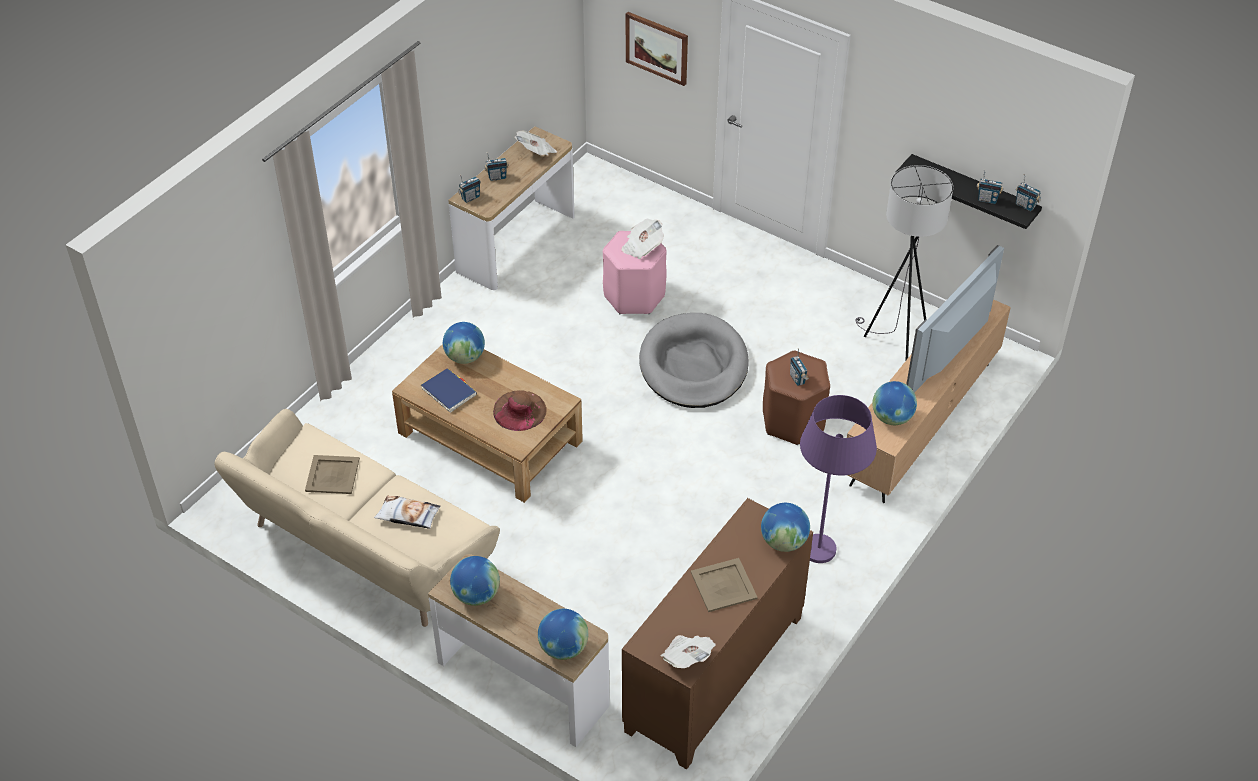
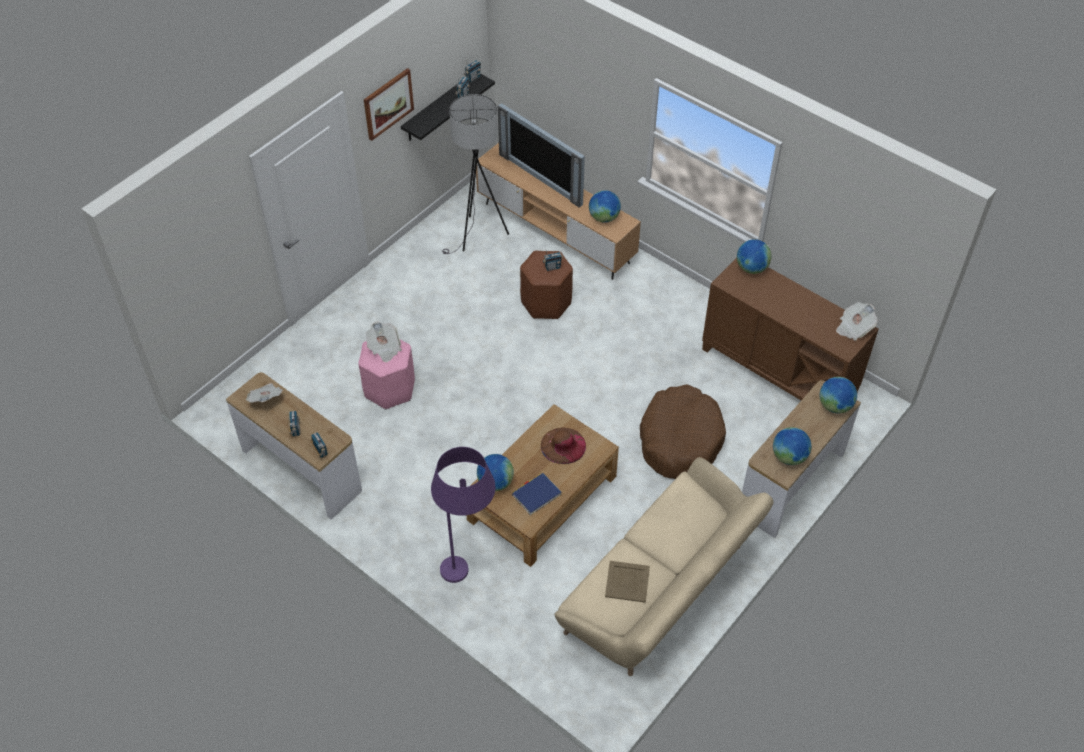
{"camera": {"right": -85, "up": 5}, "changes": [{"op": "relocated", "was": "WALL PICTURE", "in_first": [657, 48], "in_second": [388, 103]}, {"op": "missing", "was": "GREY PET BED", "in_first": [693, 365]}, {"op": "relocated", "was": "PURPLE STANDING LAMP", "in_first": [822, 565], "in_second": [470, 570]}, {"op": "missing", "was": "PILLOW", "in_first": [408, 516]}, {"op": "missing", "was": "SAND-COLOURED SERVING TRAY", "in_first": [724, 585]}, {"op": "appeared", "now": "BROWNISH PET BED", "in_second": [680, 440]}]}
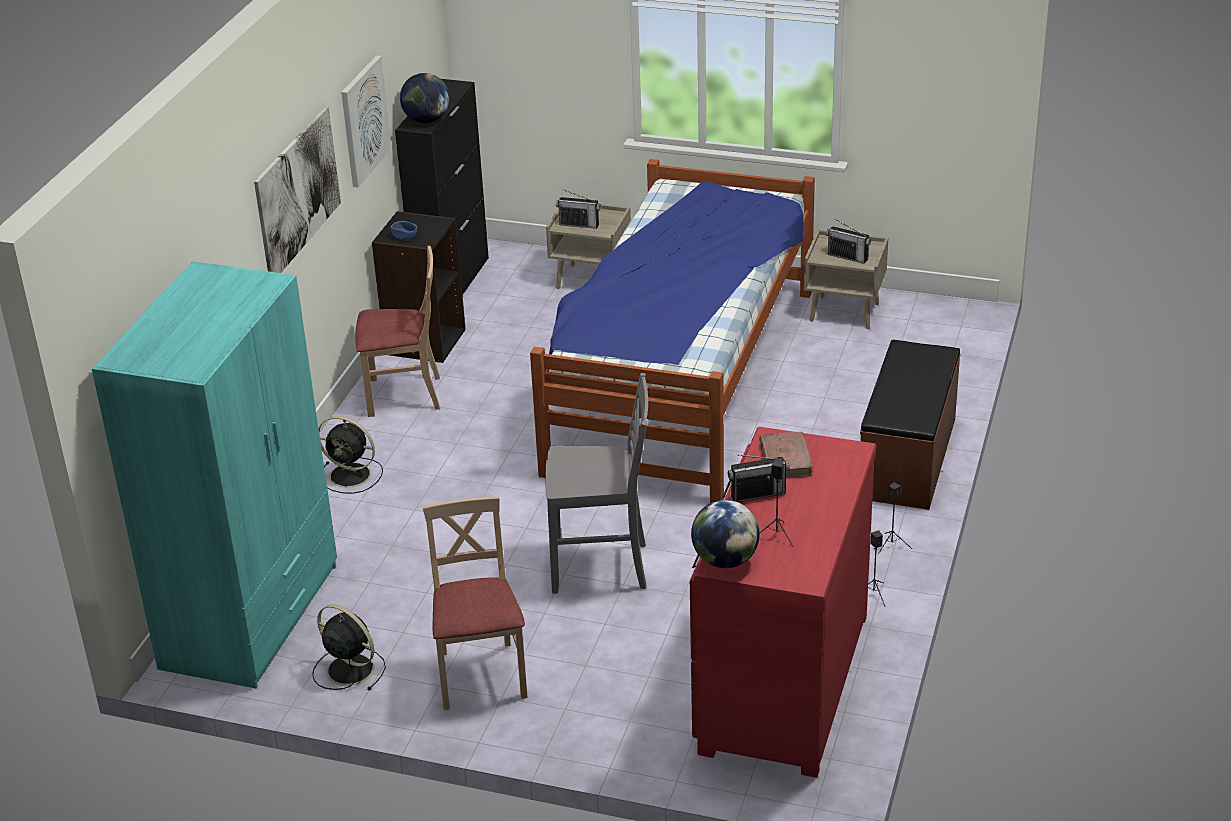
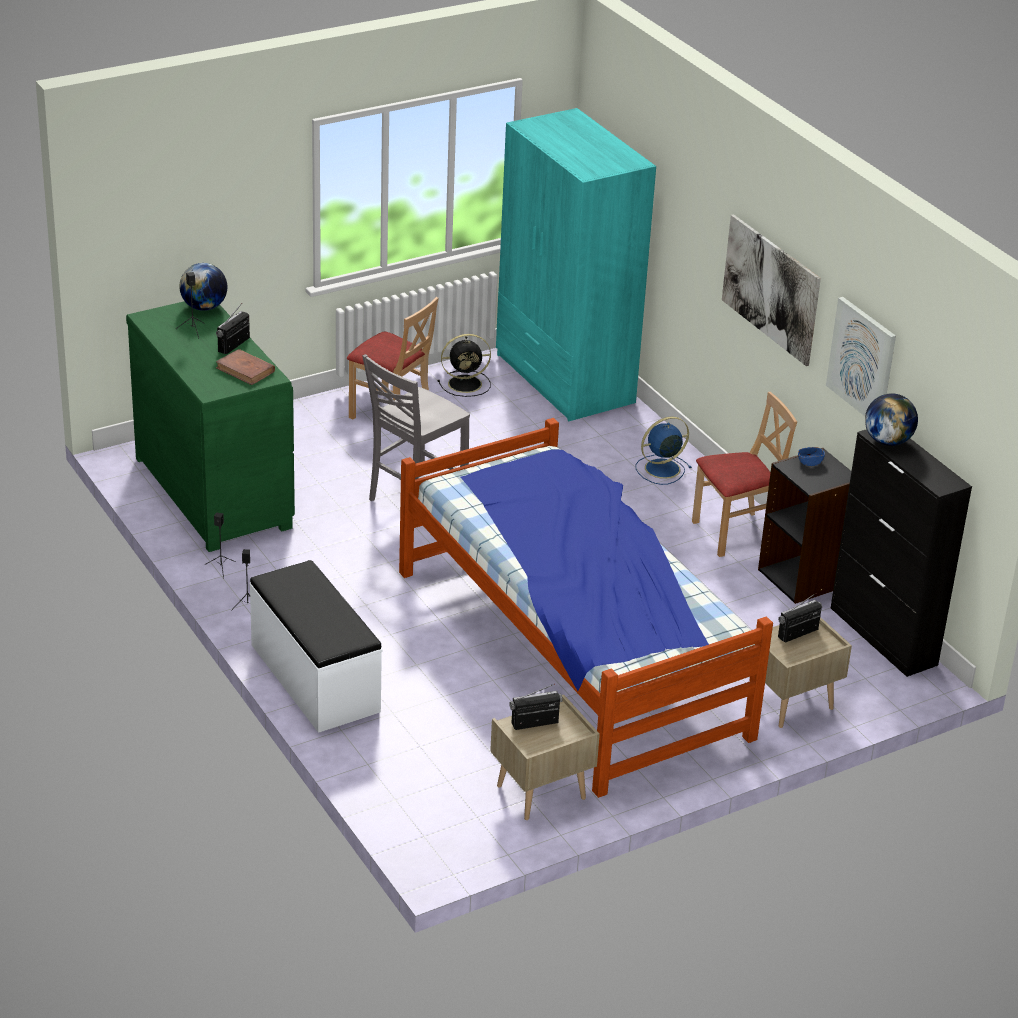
{"camera": {"right": 130, "up": 0}, "changes": [{"op": "spun", "was": "SAND-COLOURED PLAIN CHAIR", "in_first": [404, 395], "in_second": [735, 533], "clockwise": -150}, {"op": "colour", "was": "BROWNISH LONG SEAT", "now": "WHITE LONG SEAT", "in_first": [909, 458], "in_second": [313, 678]}, {"op": "colour", "was": "BLACK-COLOURED FAN", "now": "BLUE FAN", "in_first": [352, 475], "in_second": [661, 469]}, {"op": "colour", "was": "RED-COLOURED DRAWER CHEST", "now": "GREEN DRAWER CHEST", "in_first": [780, 683], "in_second": [216, 491]}]}
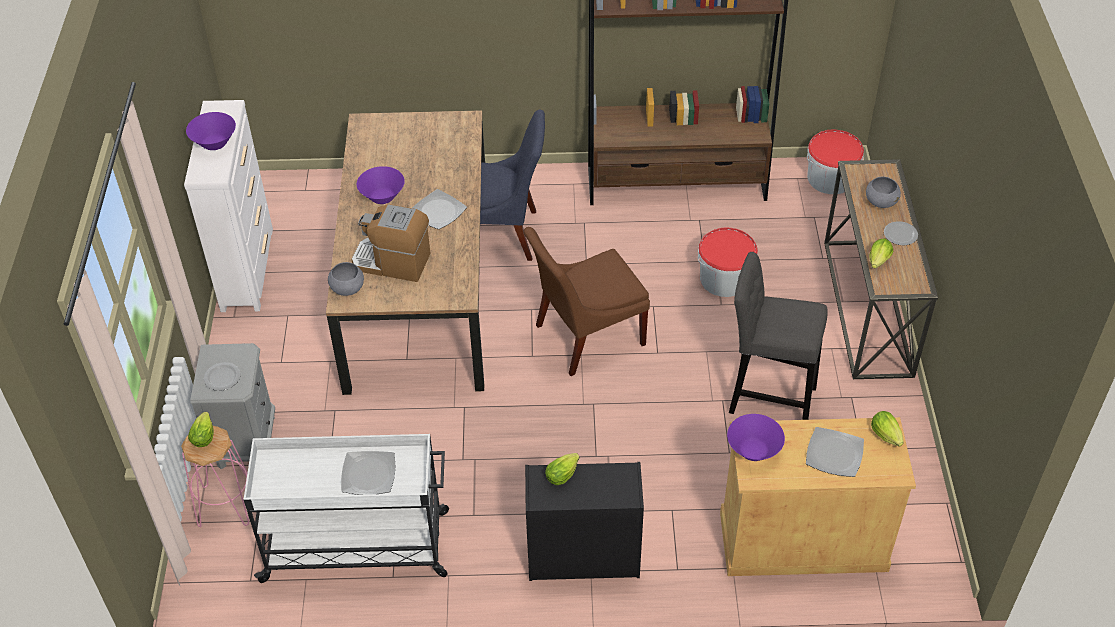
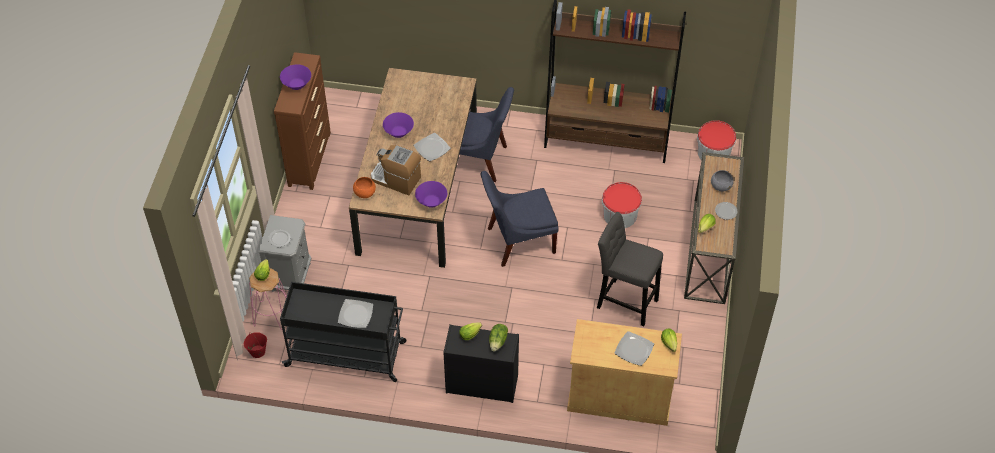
{"camera": {"right": 10, "up": 5}, "changes": [{"op": "colour", "was": "WHITE DRAWER CHEST", "now": "BROWNISH DRAWER CHEST", "in_first": [247, 268], "in_second": [310, 158]}, {"op": "colour", "was": "BROWNISH PLAIN CHAIR", "now": "BLUE PLAIN CHAIR", "in_first": [585, 336], "in_second": [518, 241]}, {"op": "colour", "was": "GREY DEEP DISH", "now": "ORANGEY DEEP DISH", "in_first": [347, 289], "in_second": [364, 193]}, {"op": "relocated", "was": "PURPLE DEEP DISH", "in_first": [753, 450], "in_second": [431, 201]}, {"op": "colour", "was": "WHITE CART", "now": "BLACK-COLOURED CART", "in_first": [358, 546], "in_second": [347, 354]}, {"op": "appeared", "now": "LETTUCE", "in_second": [498, 341]}, {"op": "appeared", "now": "RED-COLOURED BUCKET", "in_second": [257, 351]}]}
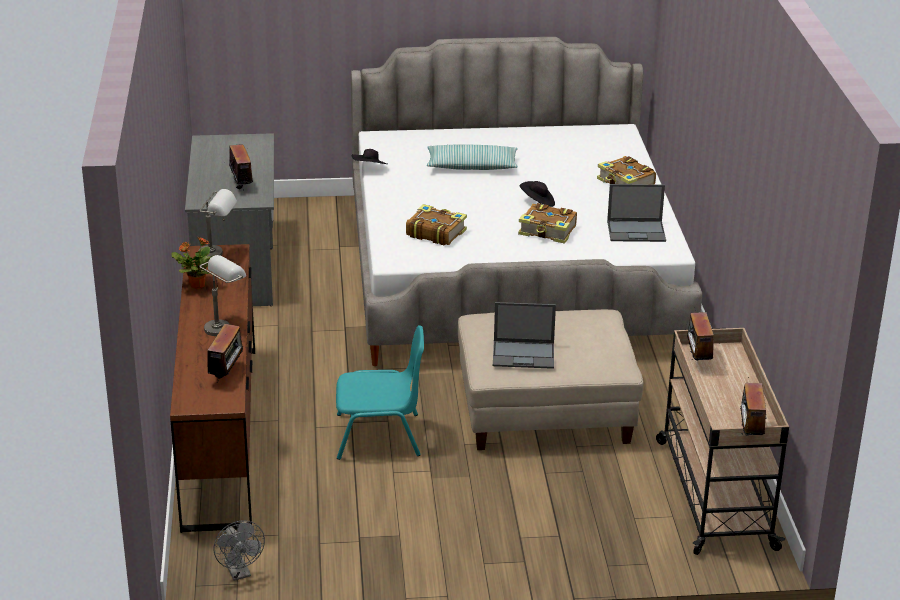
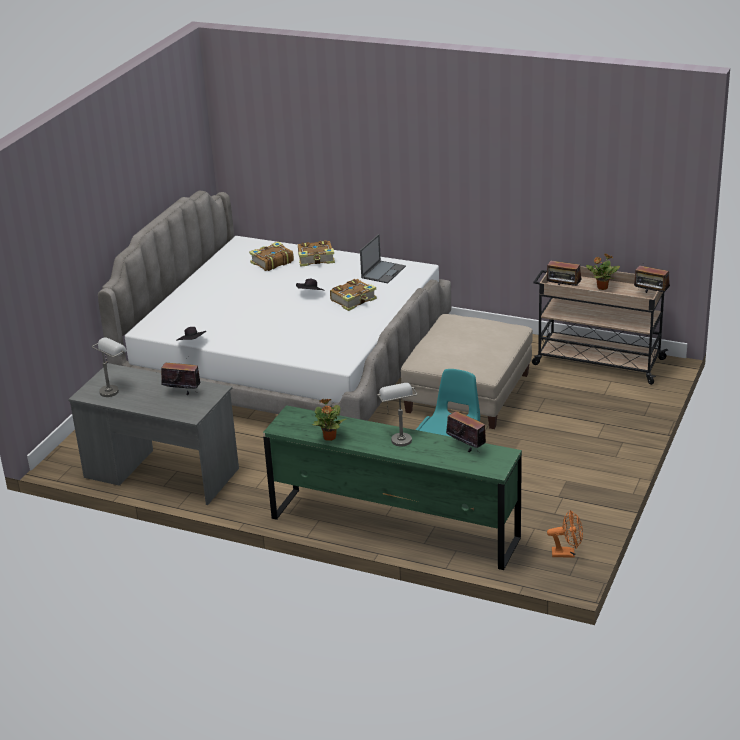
{"camera": {"right": -60, "up": 0}, "changes": [{"op": "missing", "was": "PILLOW", "in_first": [472, 166]}, {"op": "relocated", "was": "GREY TABLETOP LAMP", "in_first": [219, 254], "in_second": [114, 389]}, {"op": "relocated", "was": "BOOK", "in_first": [435, 233], "in_second": [271, 262]}, {"op": "colour", "was": "BROWNISH DRAWER CHEST", "now": "GREEN DRAWER CHEST", "in_first": [221, 434], "in_second": [394, 528]}, {"op": "missing", "was": "PORTABLE COMPUTER", "in_first": [524, 355]}, {"op": "colour", "was": "GREY FAN", "now": "ORANGEY FAN", "in_first": [240, 573], "in_second": [567, 553]}, {"op": "appeared", "now": "HOUSEPLANT", "in_second": [602, 287]}]}
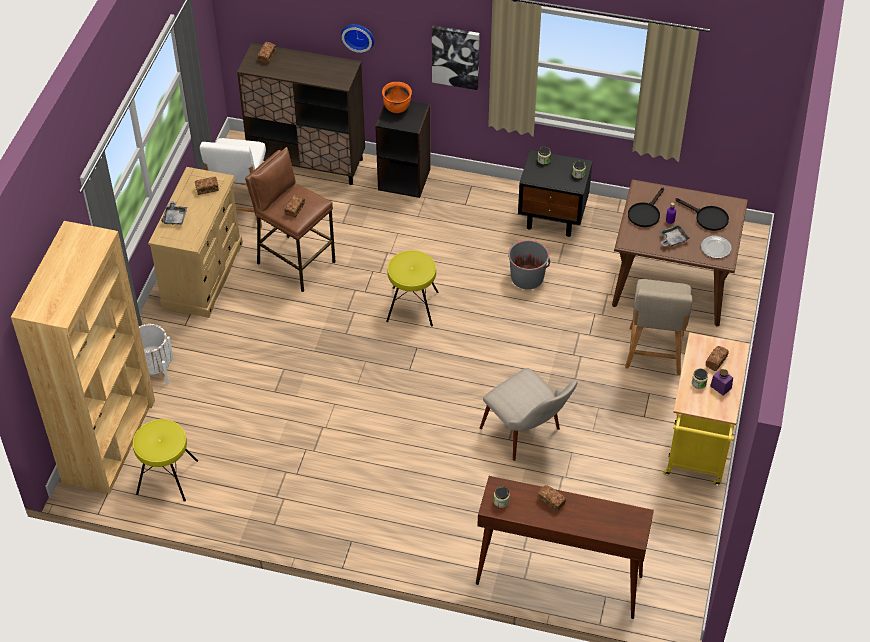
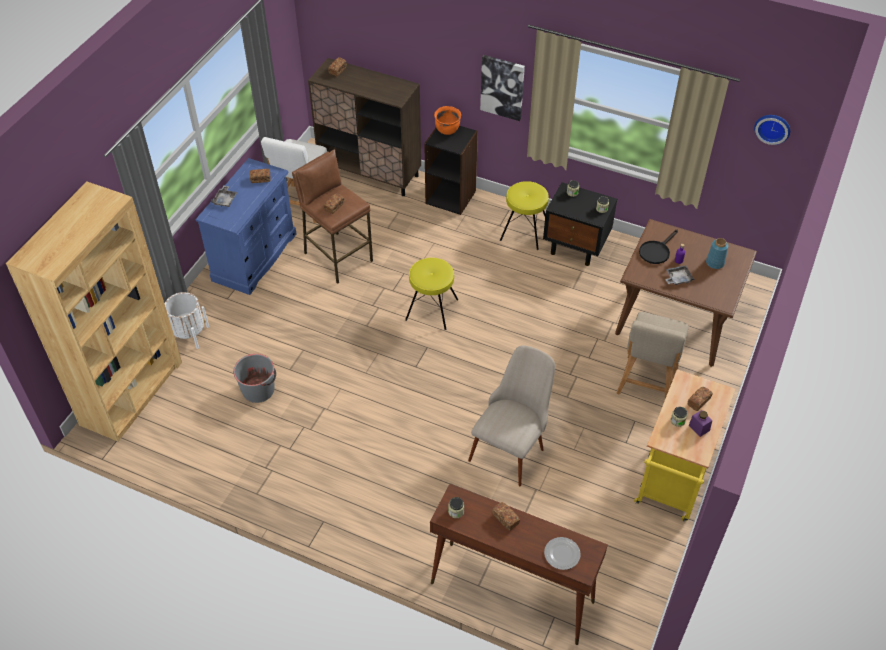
{"camera": {"right": 10, "up": 0}, "changes": [{"op": "relocated", "was": "CLOCK ON THE WALL", "in_first": [358, 36], "in_second": [773, 127]}, {"op": "colour", "was": "SAND-COLOURED DRAWER CHEST", "now": "BLUE DRAWER CHEST", "in_first": [203, 275], "in_second": [255, 257]}, {"op": "exchanged", "was": "BLACK-COLOURED FRYING PAN", "now": "BLUE VASE", "in_first": [707, 218], "in_second": [715, 263]}, {"op": "relocated", "was": "PLATE", "in_first": [716, 248], "in_second": [562, 554]}, {"op": "relocated", "was": "GREY BUCKET", "in_first": [527, 277], "in_second": [259, 389]}, {"op": "spun", "was": "SAND-COLOURED PLAIN CHAIR", "in_first": [528, 436], "in_second": [512, 445], "clockwise": -120}, {"op": "relocated", "was": "YELLOW SITTING STOOL", "in_first": [167, 477], "in_second": [524, 231]}]}
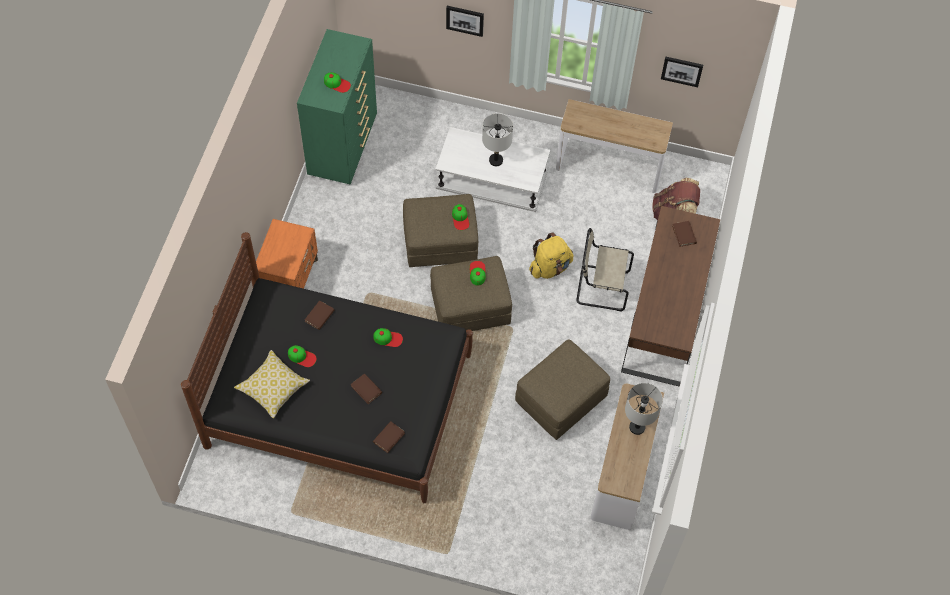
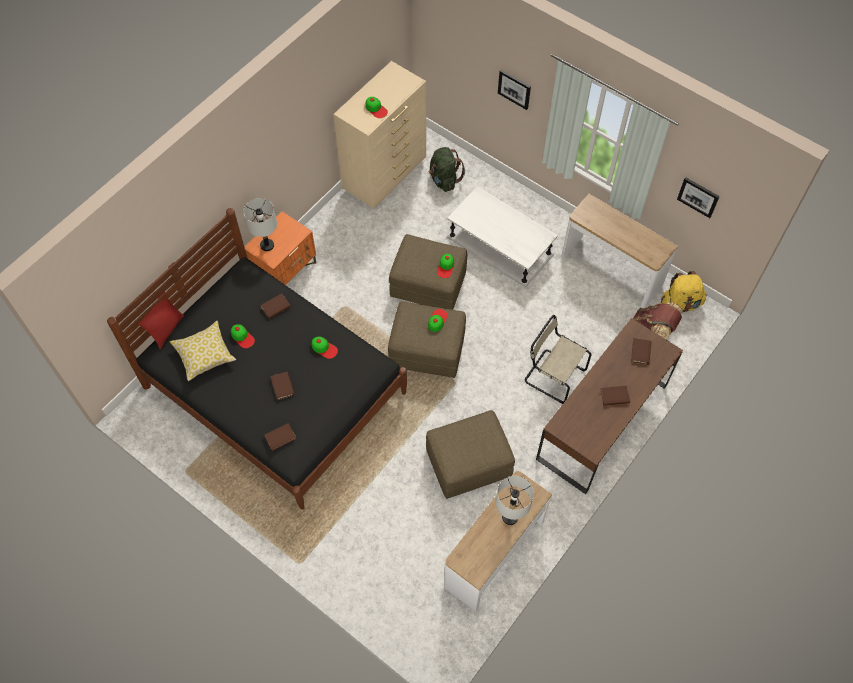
{"camera": {"right": 25, "up": 0}, "changes": [{"op": "colour", "was": "GREEN DRAWER CHEST", "now": "SAND-COLOURED DRAWER CHEST", "in_first": [344, 146], "in_second": [385, 176]}, {"op": "relocated", "was": "GREY TABLETOP LAMP", "in_first": [496, 160], "in_second": [267, 245]}, {"op": "relocated", "was": "YELLOW BACKPACK", "in_first": [550, 267], "in_second": [680, 303]}, {"op": "appeared", "now": "GREEN BACKPACK", "in_second": [444, 180]}, {"op": "appeared", "now": "RED-COLOURED PILLOW", "in_second": [167, 330]}, {"op": "appeared", "now": "BROWNISH BOOK", "in_second": [614, 396]}]}
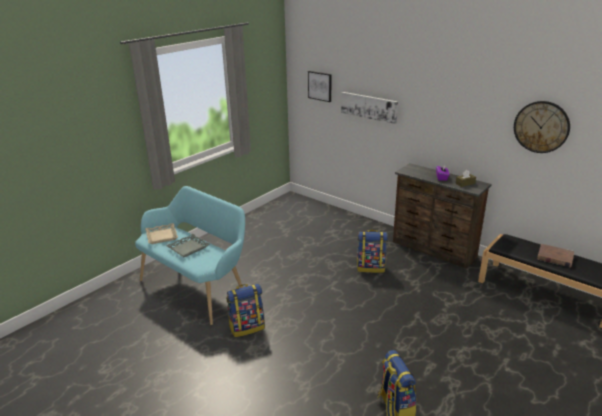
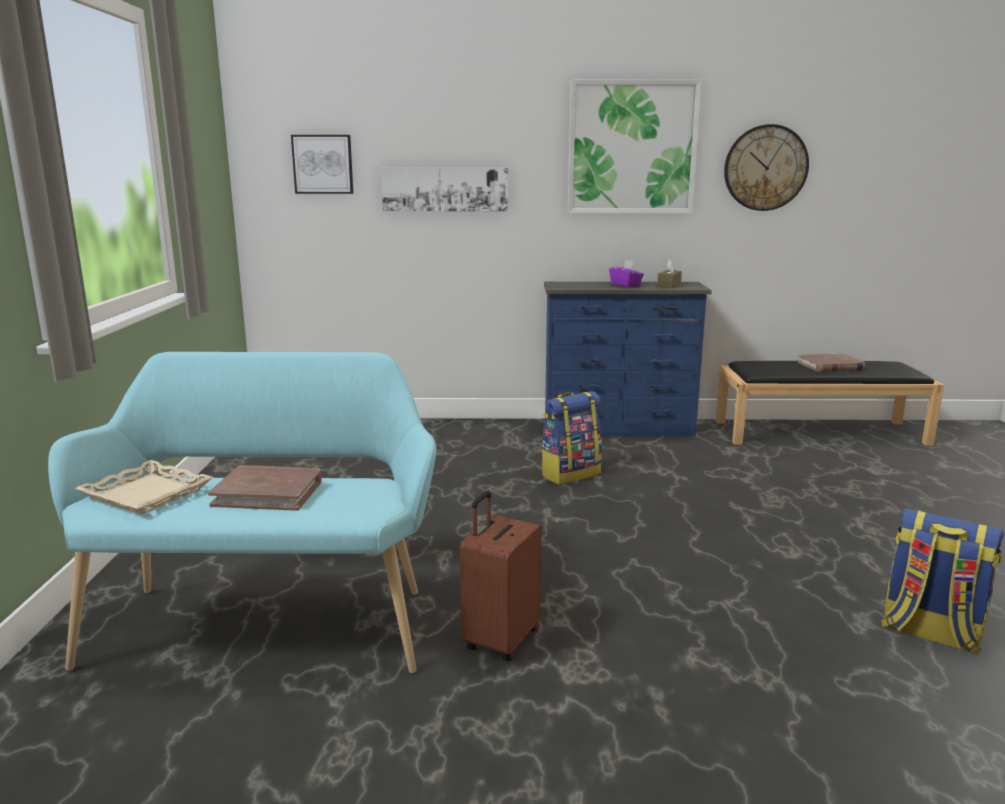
{"camera": {"right": -40, "up": -10}, "changes": [{"op": "colour", "was": "BROWNISH DRAWER CHEST", "now": "BLUE DRAWER CHEST", "in_first": [433, 250], "in_second": [619, 429]}, {"op": "exchanged", "was": "GREY SERVING TRAY", "now": "BROWNISH BOOK", "in_first": [188, 248], "in_second": [268, 492]}, {"op": "exchanged", "was": "BACKPACK", "now": "BROWNISH SUITCASE", "in_first": [247, 327], "in_second": [500, 640]}, {"op": "appeared", "now": "WALL PICTURE", "in_second": [632, 148]}]}
